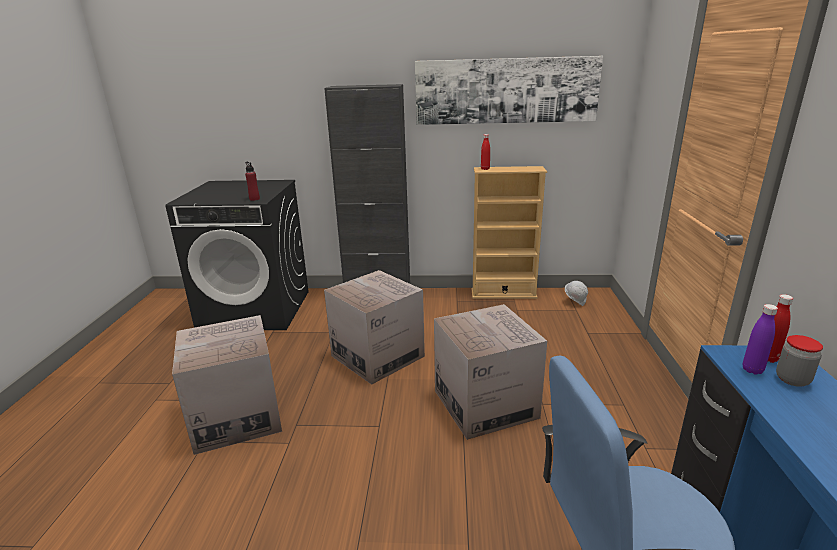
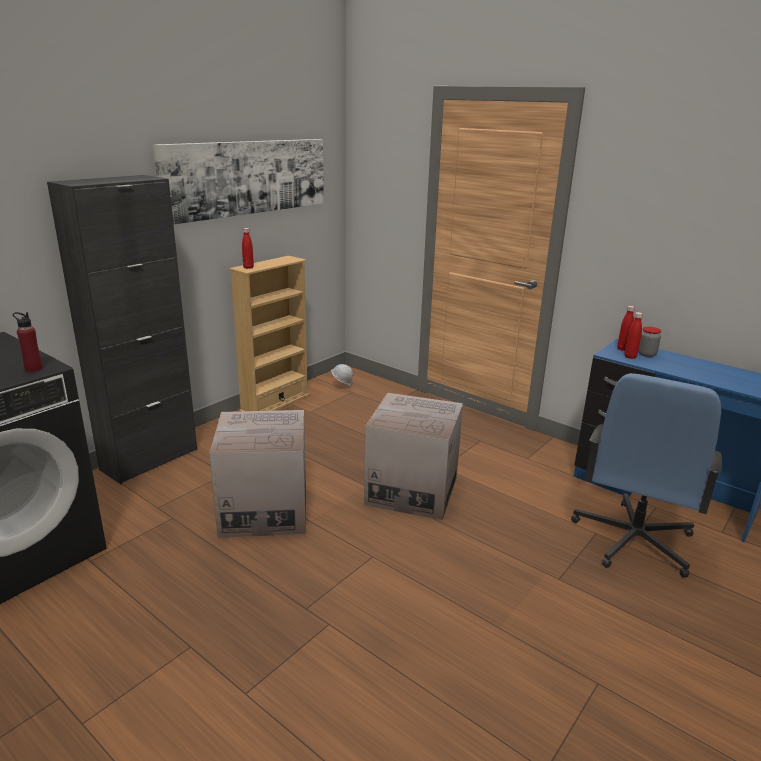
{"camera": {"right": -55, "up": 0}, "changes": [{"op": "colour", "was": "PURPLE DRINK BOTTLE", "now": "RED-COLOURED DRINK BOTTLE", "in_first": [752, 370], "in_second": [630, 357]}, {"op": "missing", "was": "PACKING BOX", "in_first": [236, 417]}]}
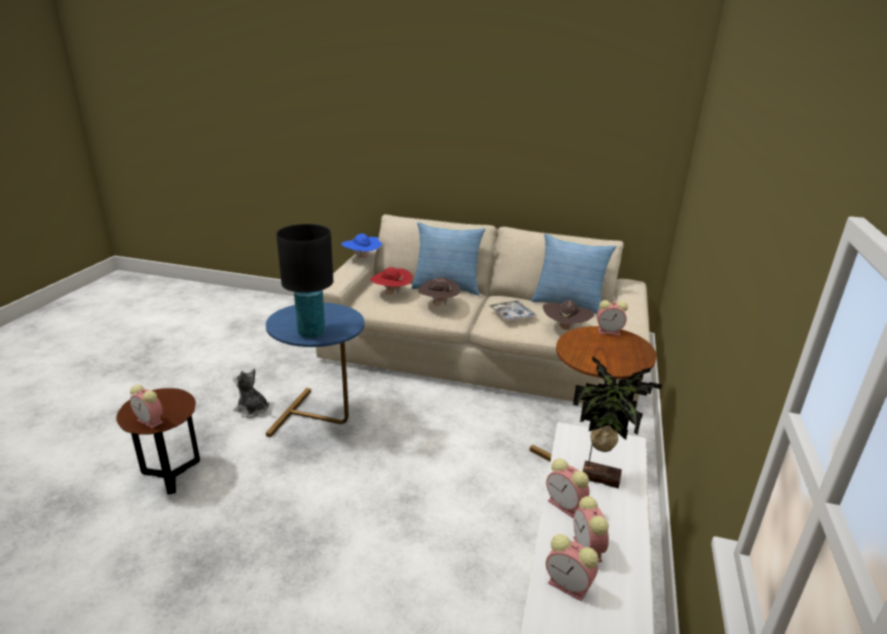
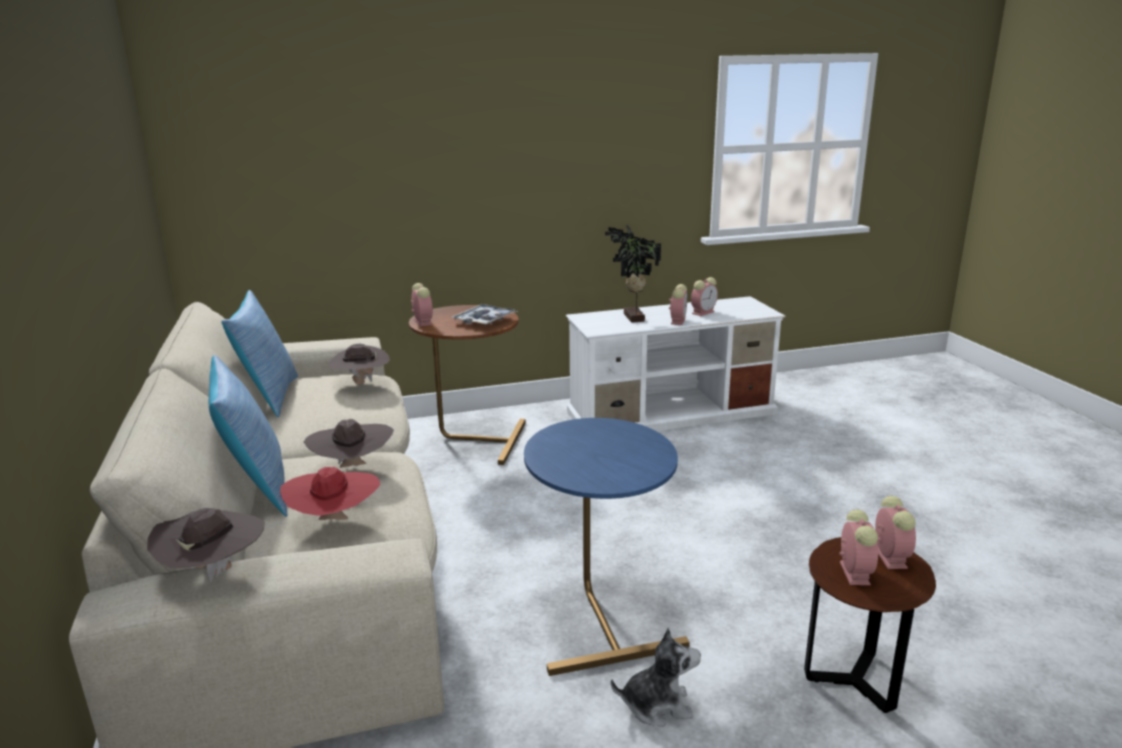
{"camera": {"right": -120, "up": -5}, "changes": [{"op": "missing", "was": "BLACK-COLOURED TABLETOP LAMP", "in_first": [311, 332]}, {"op": "colour", "was": "BLUE HAT", "now": "BROWNISH HAT", "in_first": [362, 259], "in_second": [215, 572]}, {"op": "relocated", "was": "SERVING TRAY", "in_first": [511, 315], "in_second": [484, 320]}, {"op": "spun", "was": "PLUSH TOY", "in_first": [252, 410], "in_second": [657, 705], "clockwise": -90}, {"op": "relocated", "was": "TABLE CLOCK", "in_first": [570, 586], "in_second": [853, 572]}]}
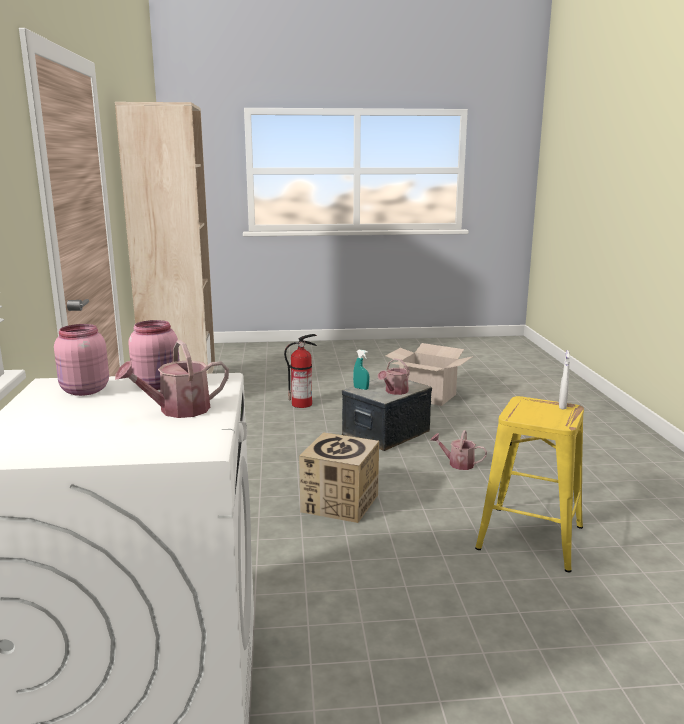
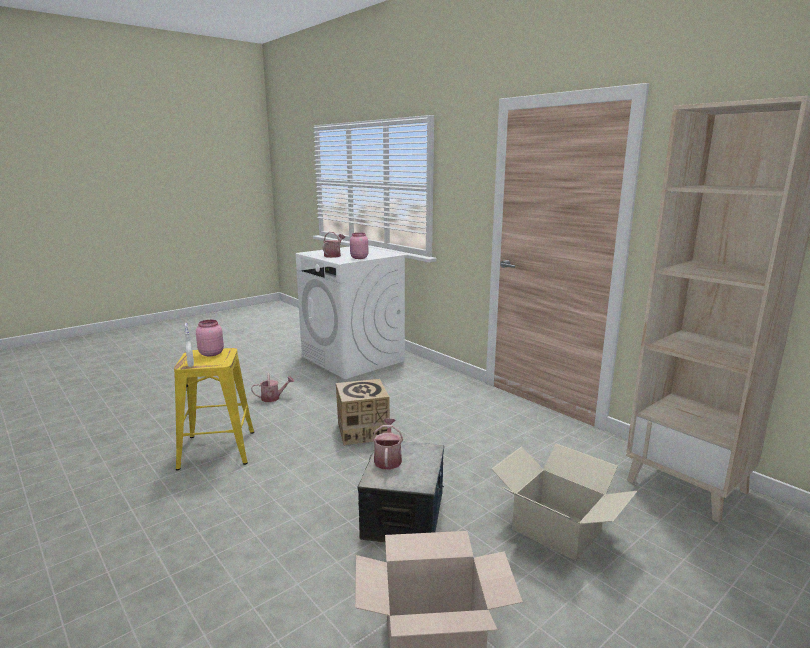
{"camera": {"right": 145, "up": 0}, "changes": [{"op": "relocated", "was": "PINKISH JAR", "in_first": [84, 391], "in_second": [211, 353]}, {"op": "exchanged", "was": "FIRE-FIGHTING CYLINDER", "now": "PACKING BOX", "in_first": [302, 404], "in_second": [556, 530]}, {"op": "missing", "was": "TURQUOISE SPRAYER", "in_first": [361, 388]}, {"op": "relocated", "was": "WATERING CAN", "in_first": [457, 464], "in_second": [273, 398]}]}
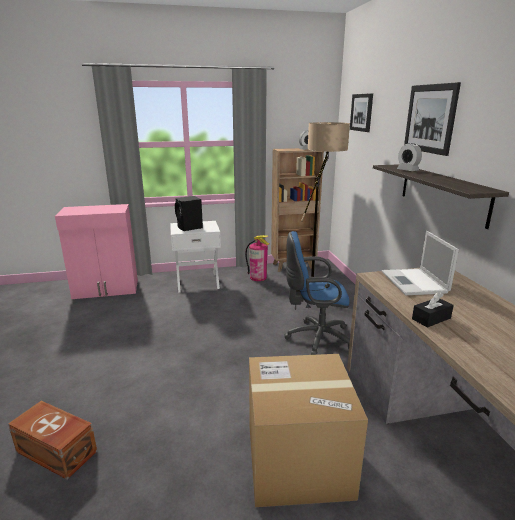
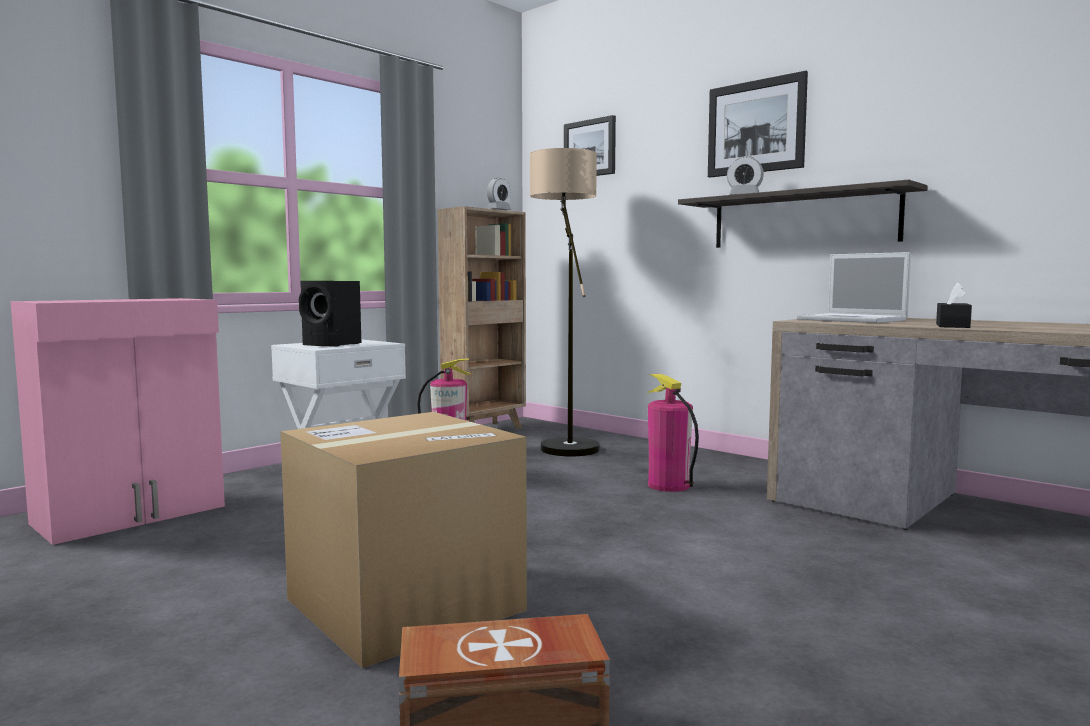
{"camera": {"right": -35, "up": -15}, "changes": [{"op": "exchanged", "was": "BLUE DESK CHAIR", "now": "FIRE-FIGHTING CYLINDER", "in_first": [315, 338], "in_second": [668, 485]}, {"op": "relocated", "was": "PACKING BOX", "in_first": [298, 460], "in_second": [405, 604]}]}
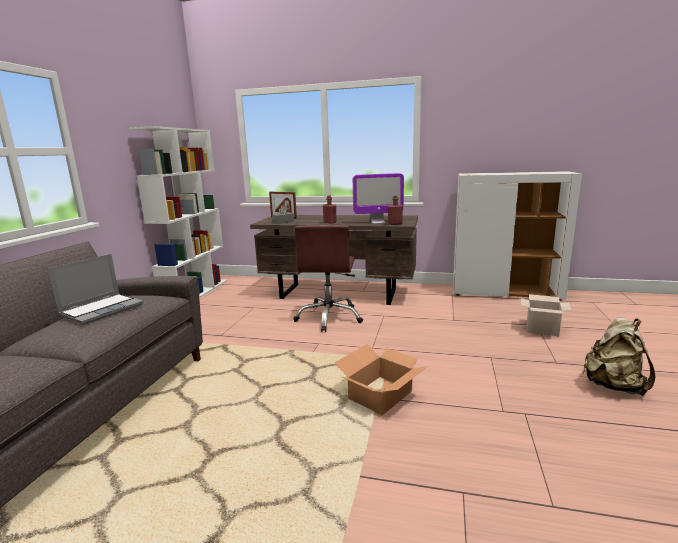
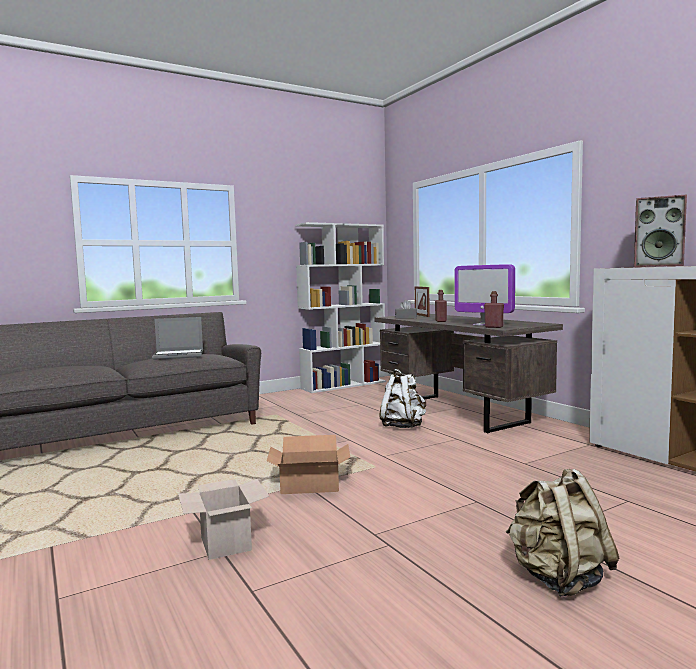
{"camera": {"right": 45, "up": -10}, "changes": [{"op": "exchanged", "was": "BROWNISH DESK CHAIR", "now": "WHITE BACKPACK", "in_first": [329, 317], "in_second": [403, 426]}, {"op": "relocated", "was": "PACKING BOX", "in_first": [541, 329], "in_second": [224, 543]}, {"op": "appeared", "now": "SPEAKER", "in_second": [658, 266]}]}
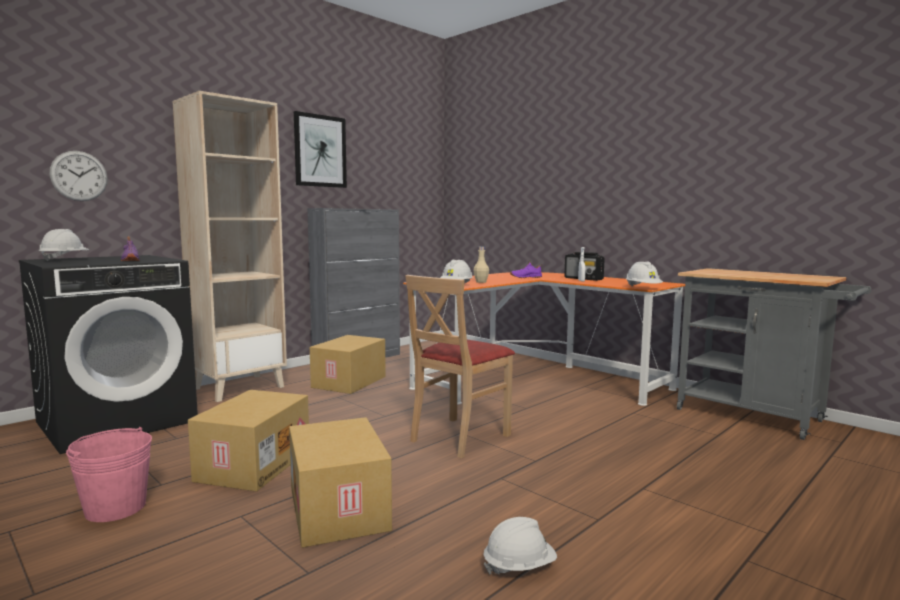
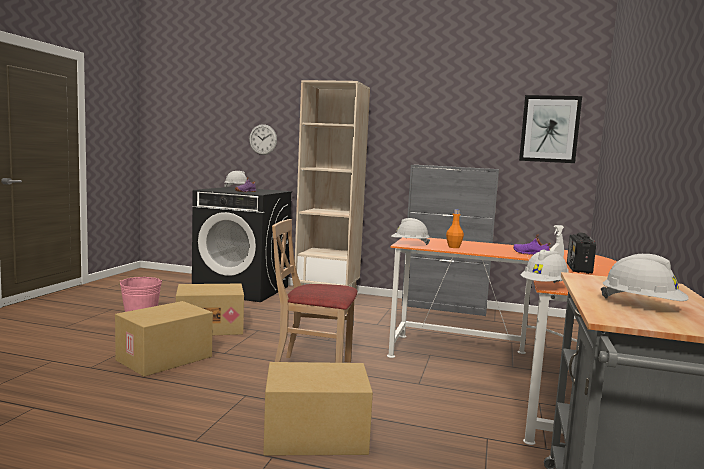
{"camera": {"right": 60, "up": 0}, "changes": [{"op": "relocated", "was": "WALL PICTURE", "in_first": [320, 151], "in_second": [549, 129]}, {"op": "colour", "was": "SAND-COLOURED DRINK BOTTLE", "now": "ORANGEY DRINK BOTTLE", "in_first": [481, 282], "in_second": [454, 247]}, {"op": "relocated", "was": "PACKING BOX", "in_first": [350, 382], "in_second": [314, 436]}, {"op": "relocated", "was": "WHITE WORK HELMET", "in_first": [519, 567], "in_second": [642, 305]}]}
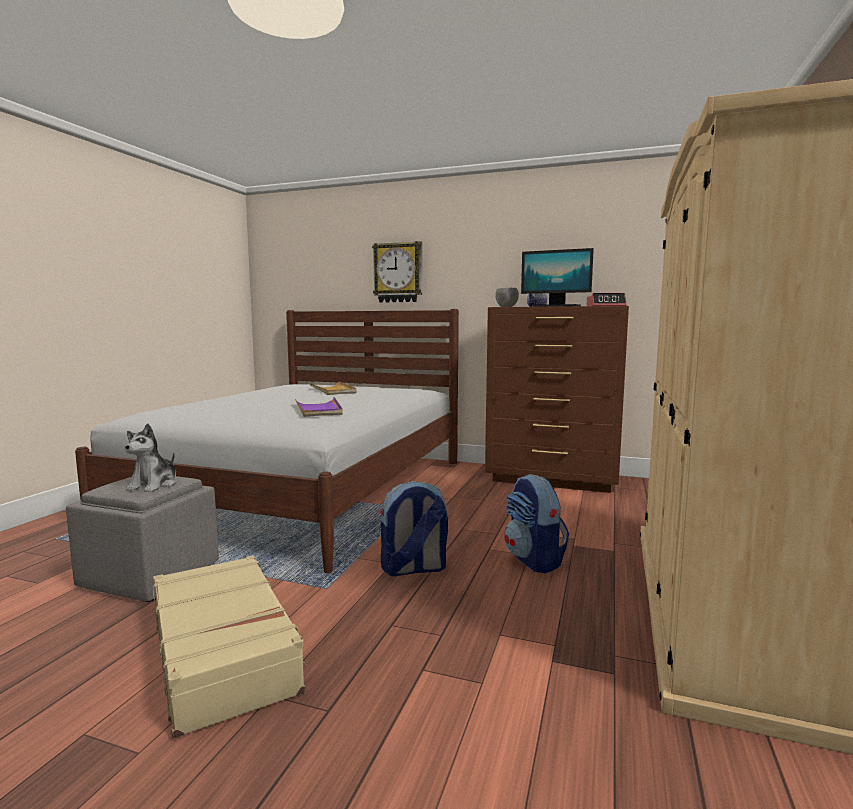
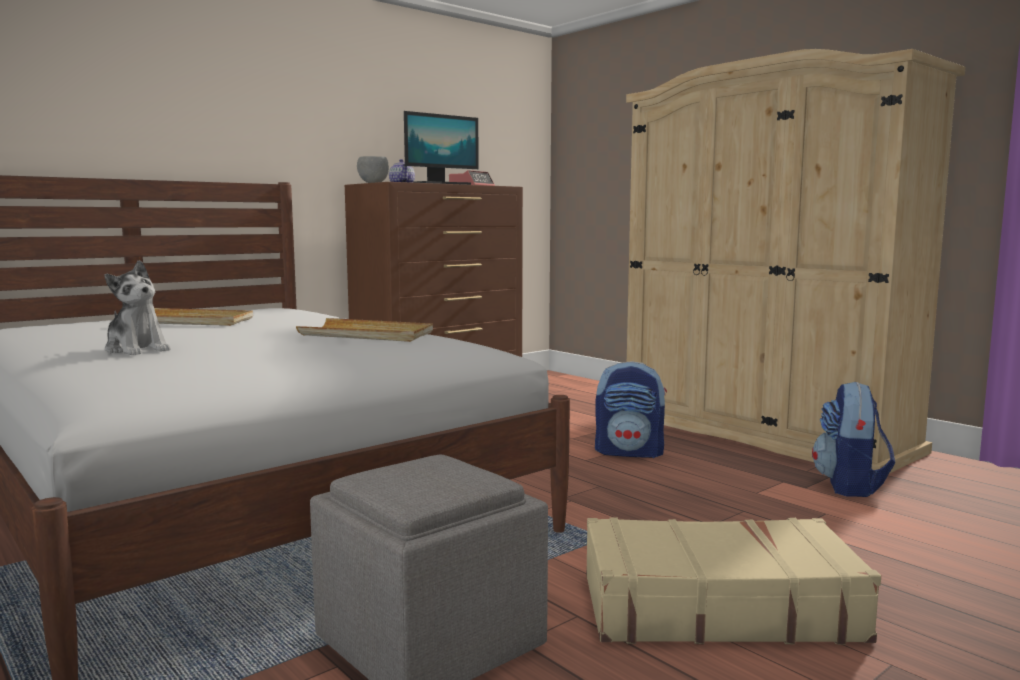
{"camera": {"right": -60, "up": 0}, "changes": [{"op": "missing", "was": "CLOCK ON THE WALL", "in_first": [398, 273]}, {"op": "colour", "was": "PURPLE SERVING TRAY", "now": "SAND-COLOURED SERVING TRAY", "in_first": [318, 410], "in_second": [367, 335]}, {"op": "relocated", "was": "PLUSH TOY", "in_first": [154, 485], "in_second": [137, 350]}, {"op": "relocated", "was": "BACKPACK", "in_first": [413, 569], "in_second": [850, 486]}]}
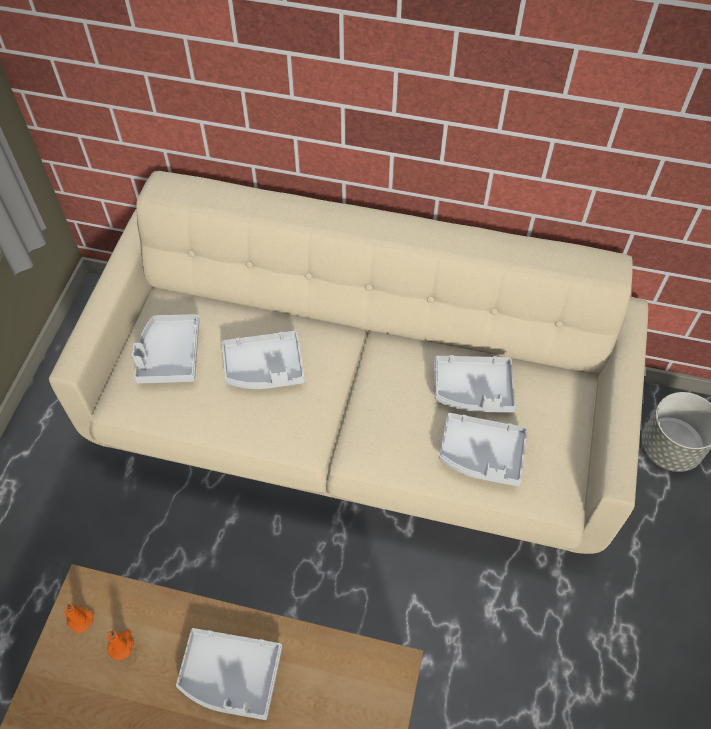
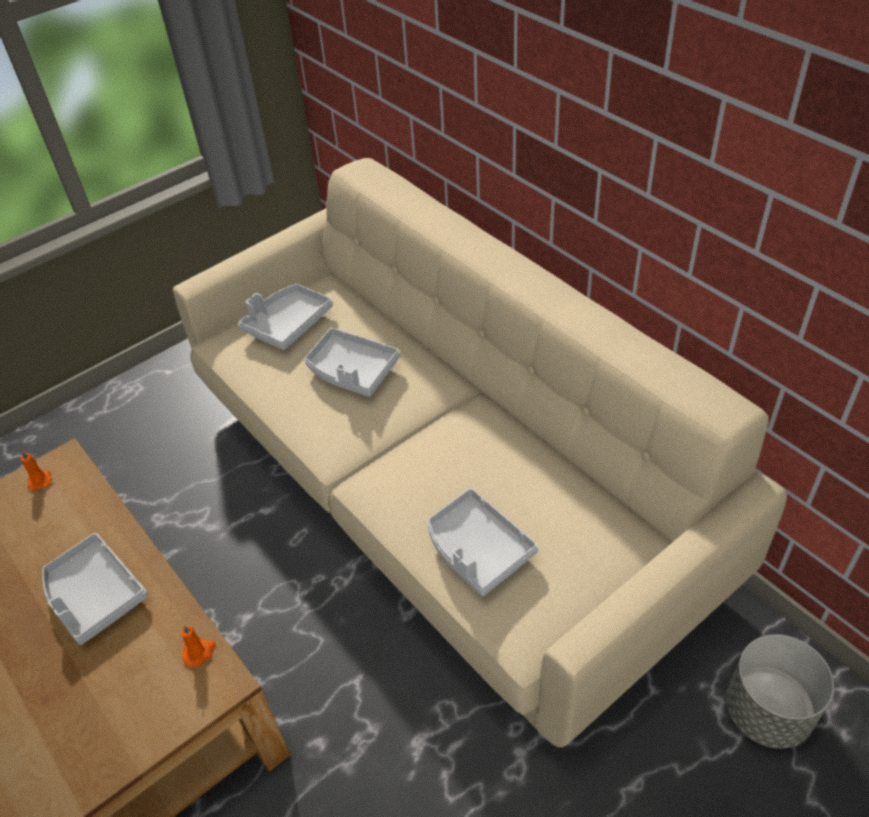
{"camera": {"right": 40, "up": -10}, "changes": [{"op": "missing", "was": "GREY SERVING TRAY", "in_first": [473, 390]}, {"op": "relocated", "was": "ORANGEY CANDLE", "in_first": [122, 644], "in_second": [199, 652]}]}
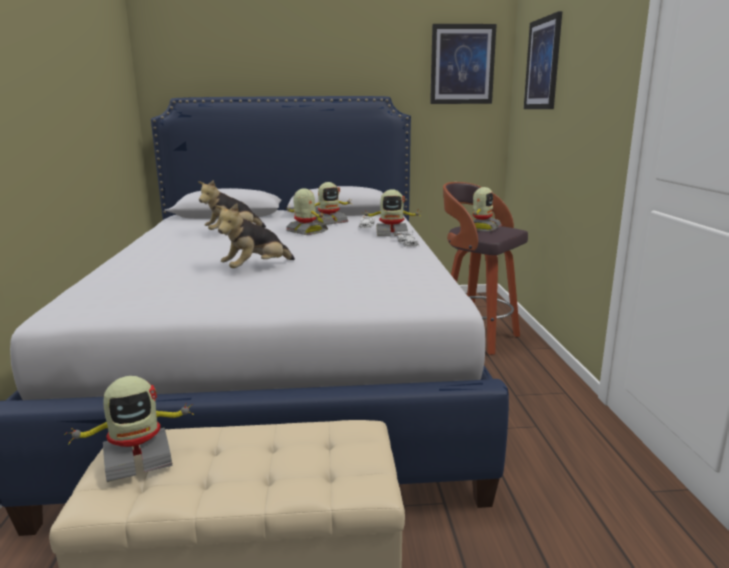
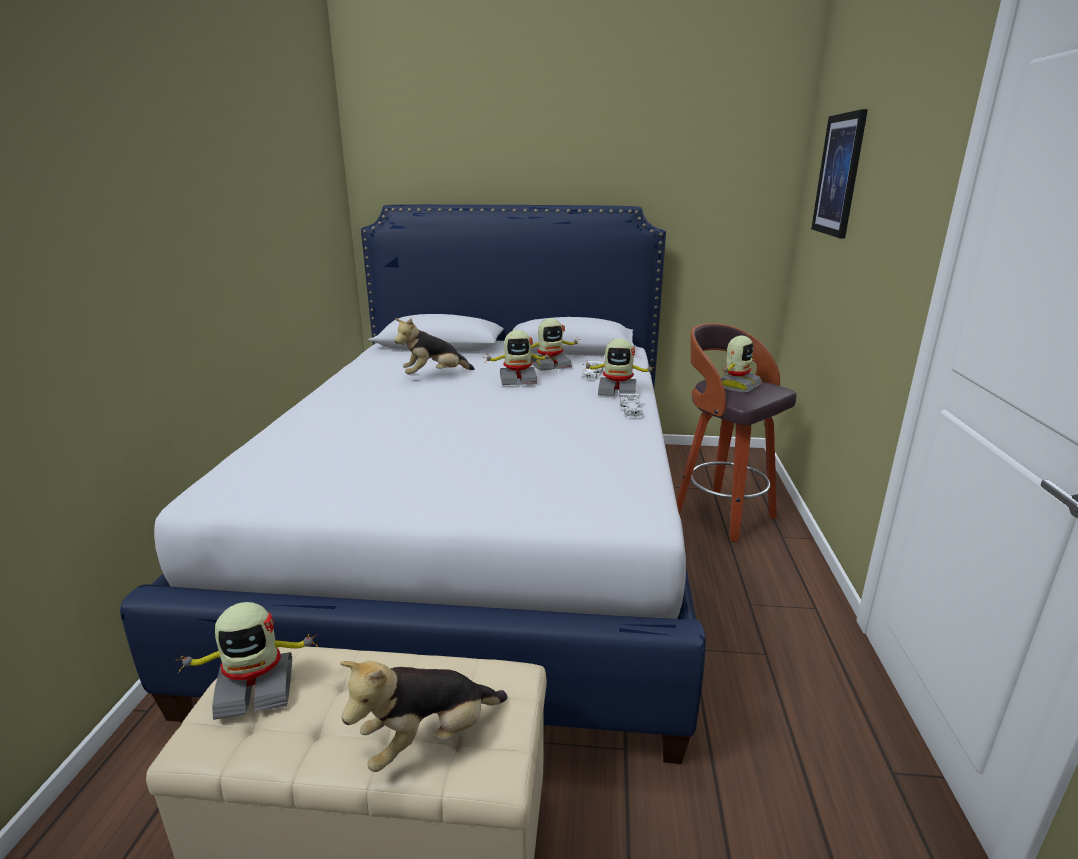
{"camera": {"right": 10, "up": 5}, "changes": [{"op": "missing", "was": "WALL PICTURE", "in_first": [462, 64]}, {"op": "spun", "was": "MODEL ROBOT", "in_first": [306, 231], "in_second": [518, 380], "clockwise": 120}, {"op": "relocated", "was": "PLUSH TOY", "in_first": [256, 269], "in_second": [429, 740]}]}
